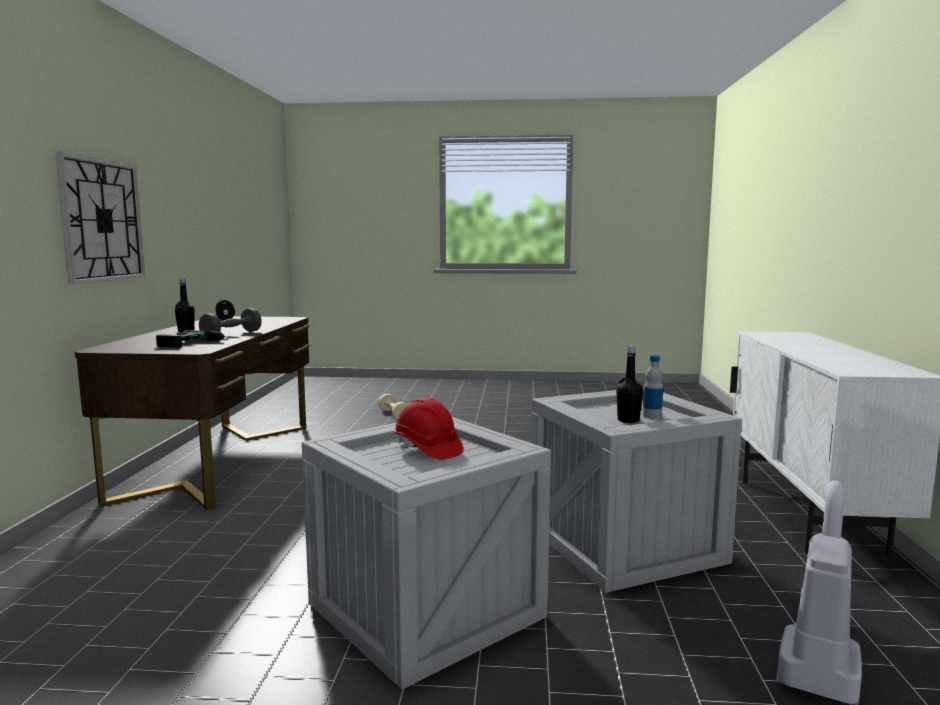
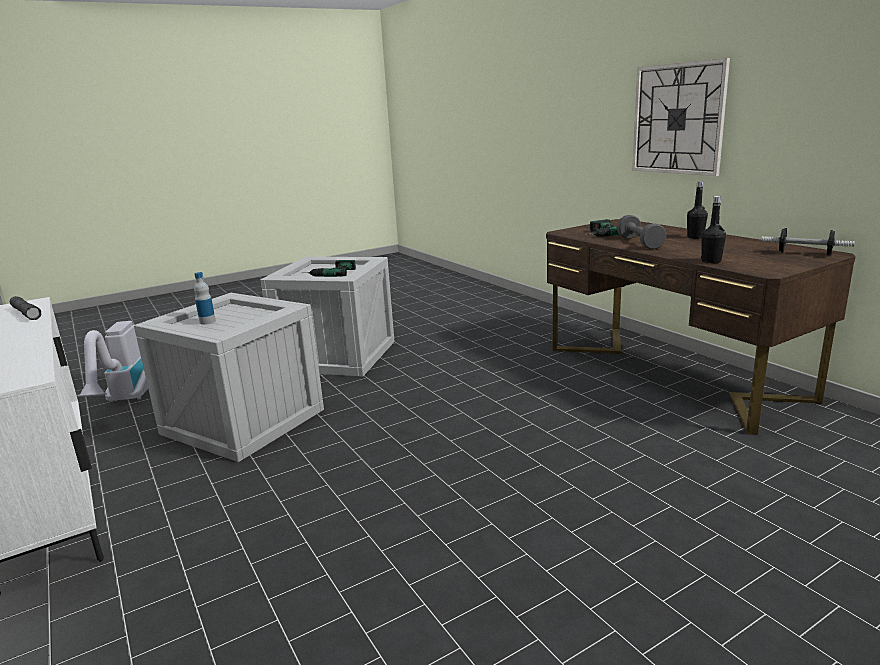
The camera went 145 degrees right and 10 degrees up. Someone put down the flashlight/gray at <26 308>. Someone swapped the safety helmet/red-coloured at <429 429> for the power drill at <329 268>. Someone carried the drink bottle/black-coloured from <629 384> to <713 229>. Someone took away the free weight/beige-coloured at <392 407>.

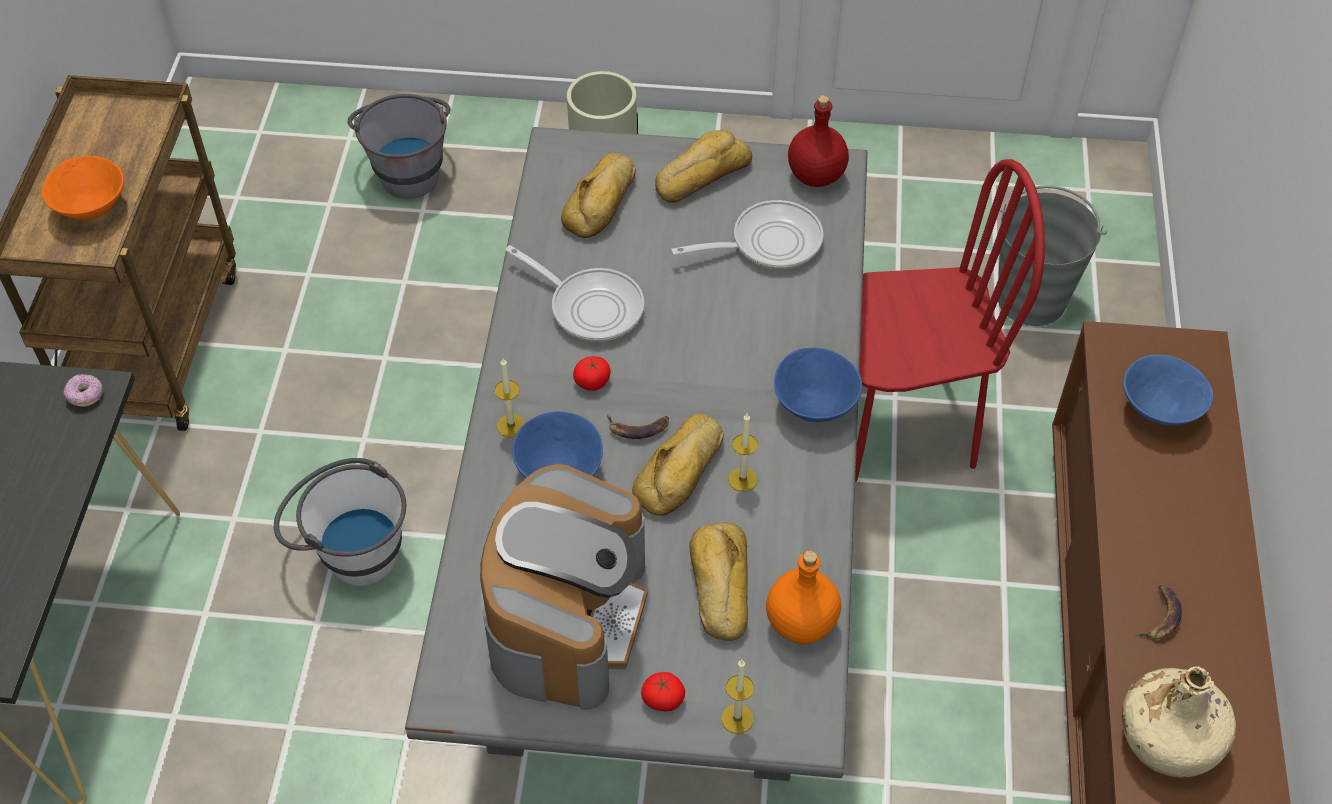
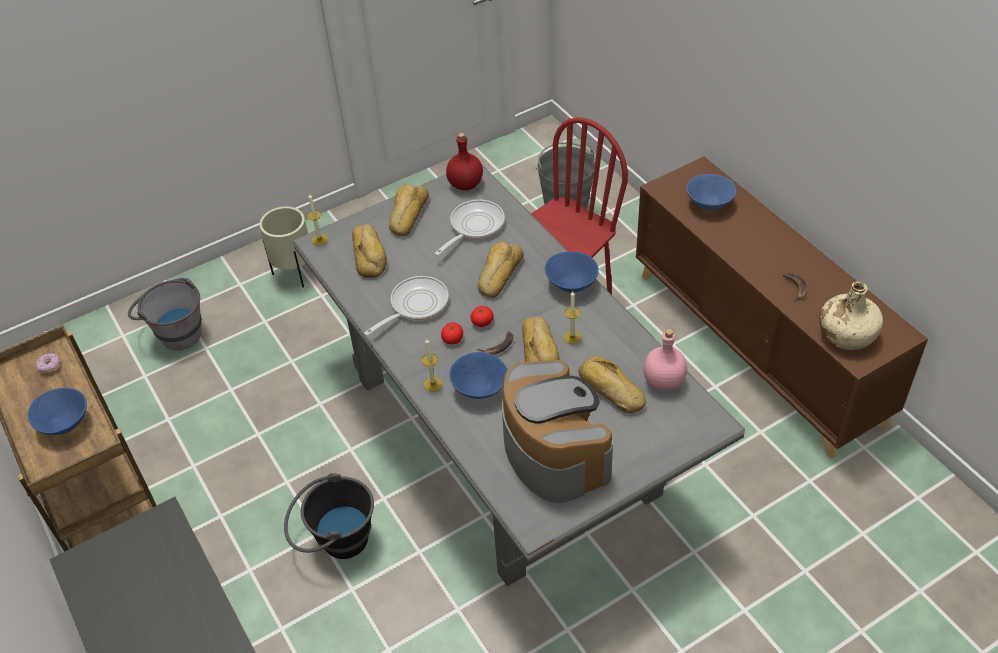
The camera went 35 degrees left and 5 degrees down. Someone repainted the bowl/orangey at <83 188>, which became the bowl/blue-coloured at <57 411>. Someone carried the ring doughnut from <83 390> to <48 363>. Someone repainted the pail/whitish at <340 522>, which became the pail/black-coloured at <329 516>. Someone carried the wax candle from <737 697> to <317 219>. Someone rotated the pan at <574 293> by 45 degrees counterclockwise. Someone carried the tomato from <663 691> to <482 316>. Someone put down the bread at <500 269>. Someone repainted the drink bottle/orangey at <803 597>, which became the drink bottle/pinkish at <665 359>.

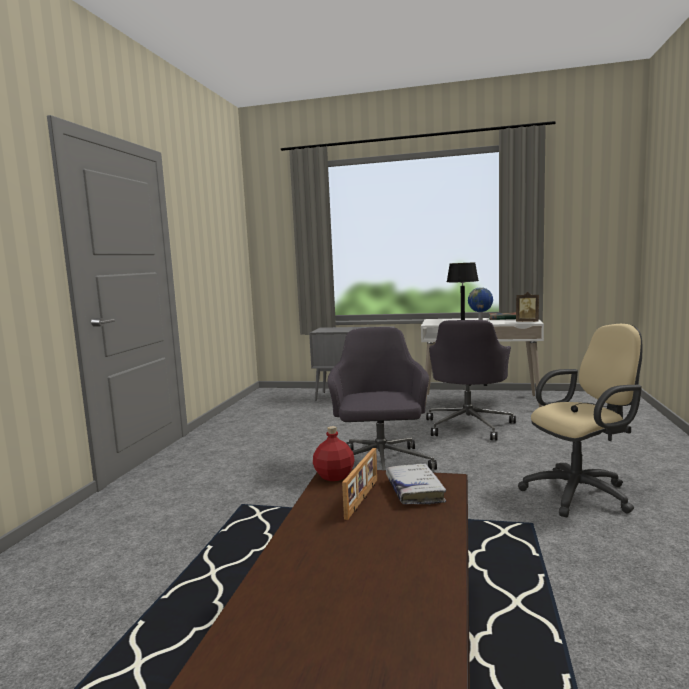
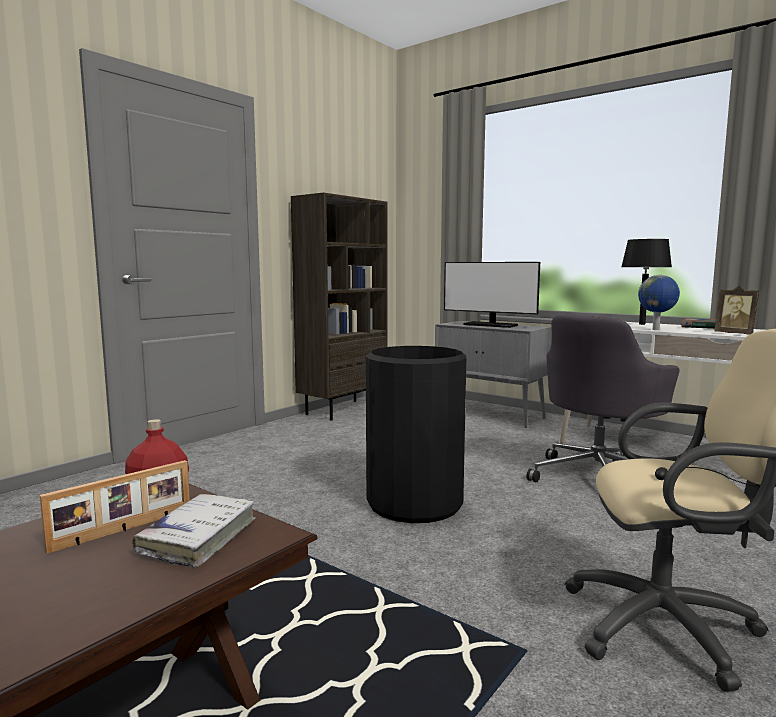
The camera went 25 degrees right and 0 degrees up. Someone put down the shelving unit/brownish at <339 306>. Someone swapped the desk chair/gray at <382 398> for the trash can/black-coloured at <416 434>. Someone put down the computer display at <492 295>.

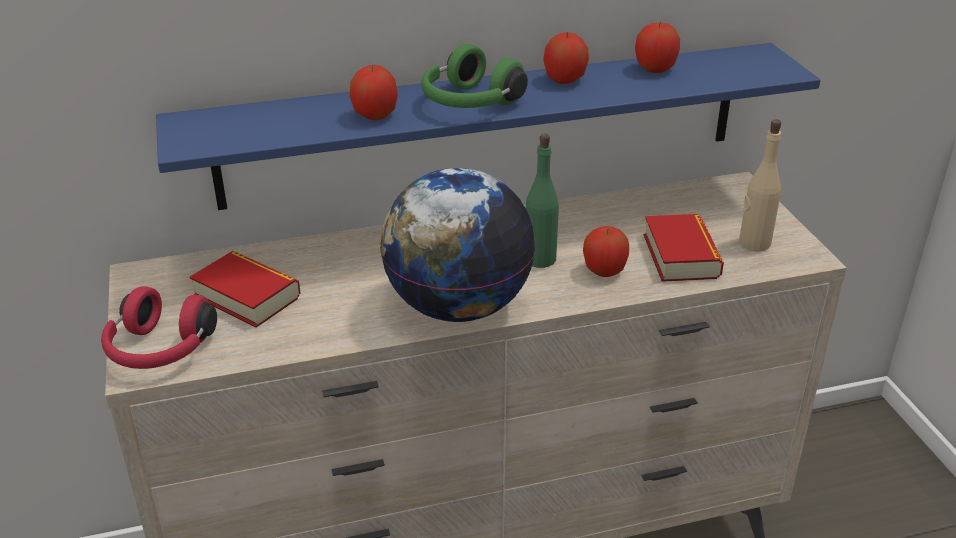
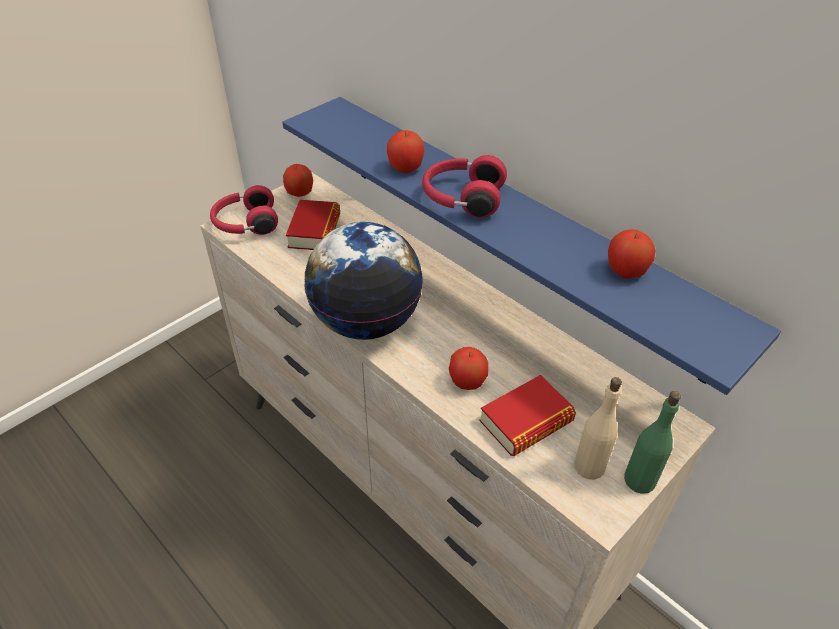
The camera went 60 degrees right and 10 degrees up. Someone carried the whole apple from <566 58> to <298 180>. Someone repainted the headphones/greenish at <474 76>, which became the headphones/red-coloured at <464 186>. Someone carried the drink bottle/greenish from <542 201> to <652 442>.

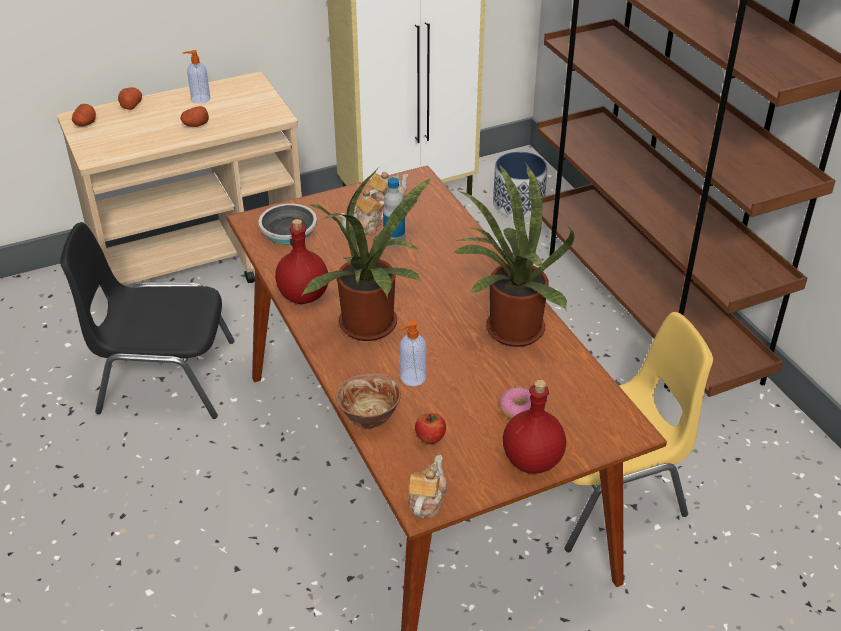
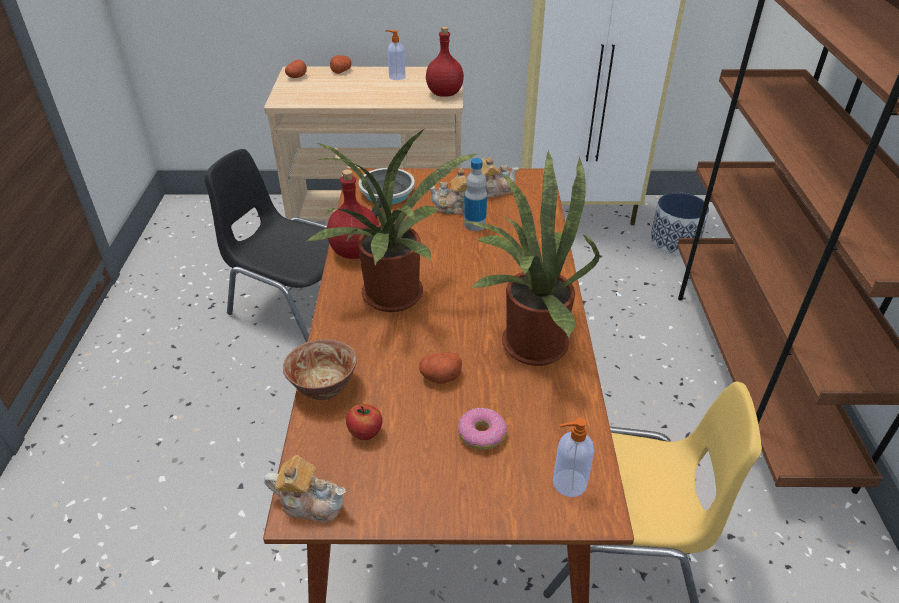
The camera went 25 degrees right and 0 degrees up. Someone rotated the tea pot at <427 487> by 60 degrees clockwise. Someone carried the potato from <194 116> to <440 368>. Someone carried the drink bottle/red-coloured from <534 427> to <445 61>. Someone carried the soap dispenser from <412 353> to <573 457>.

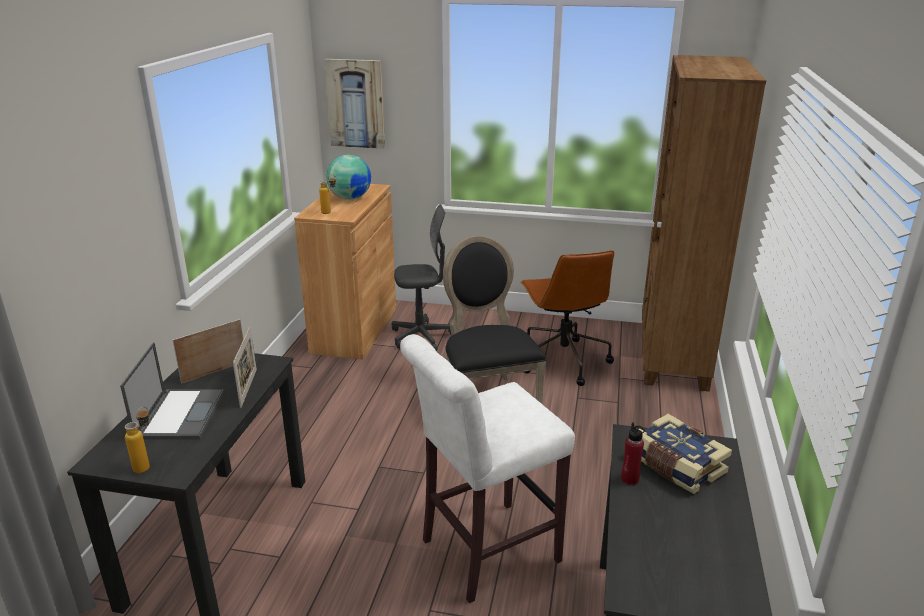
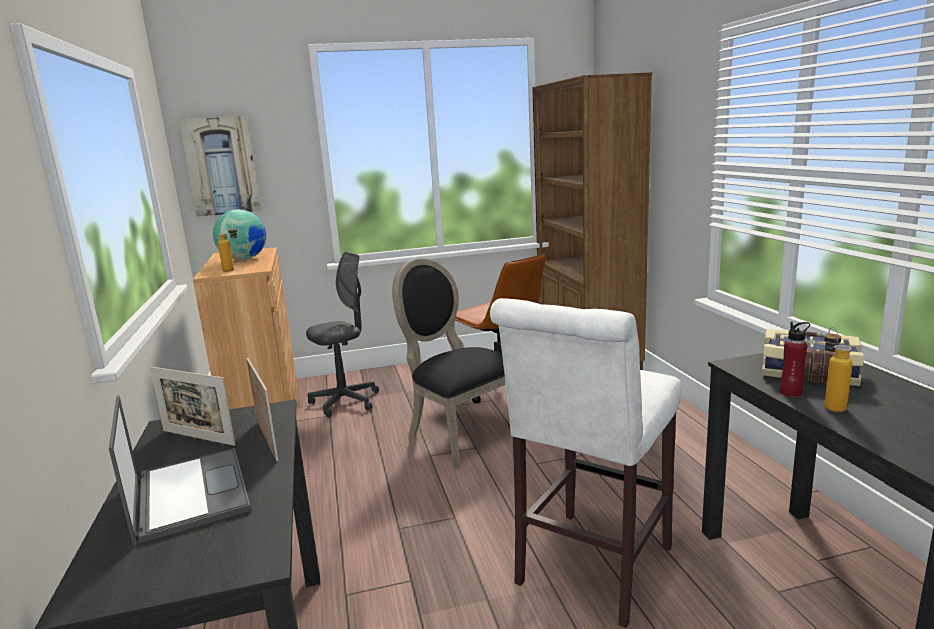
The camera went 25 degrees left and 10 degrees down. Someone rotated the photo frame at <208 351> by 90 degrees counterclockwise. Someone carried the drink bottle from <137 440> to <838 369>.

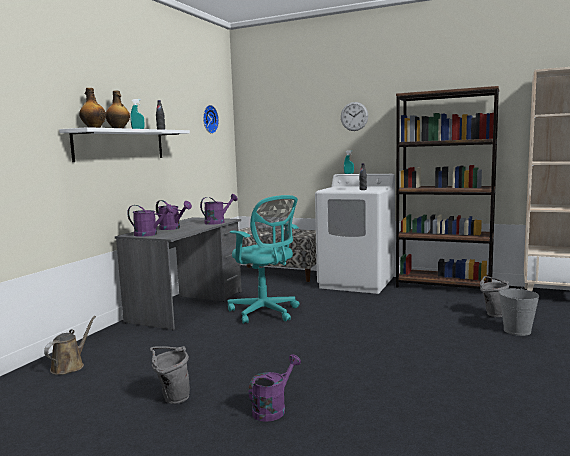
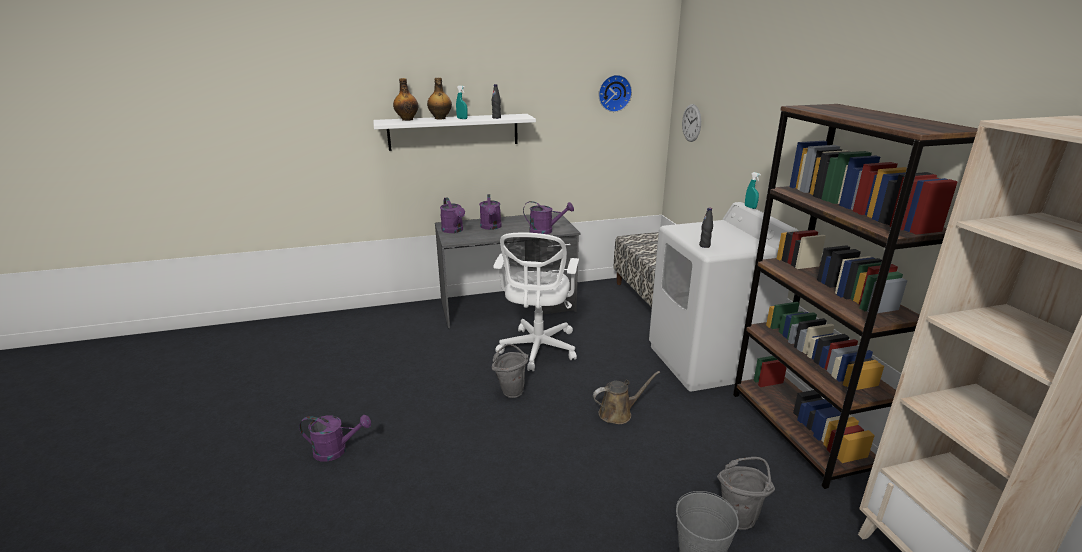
The camera went 50 degrees right and 15 degrees up. Someone carried the pail/gray from <170 375> to <510 371>. Someone repainted the desk chair/blue-green at <263 259>, which became the desk chair/whitish at <536 302>. Someone carried the watering pot/brownish from <70 345> to <626 397>. Someone carried the clock on the wall from <354 116> to <691 123>.

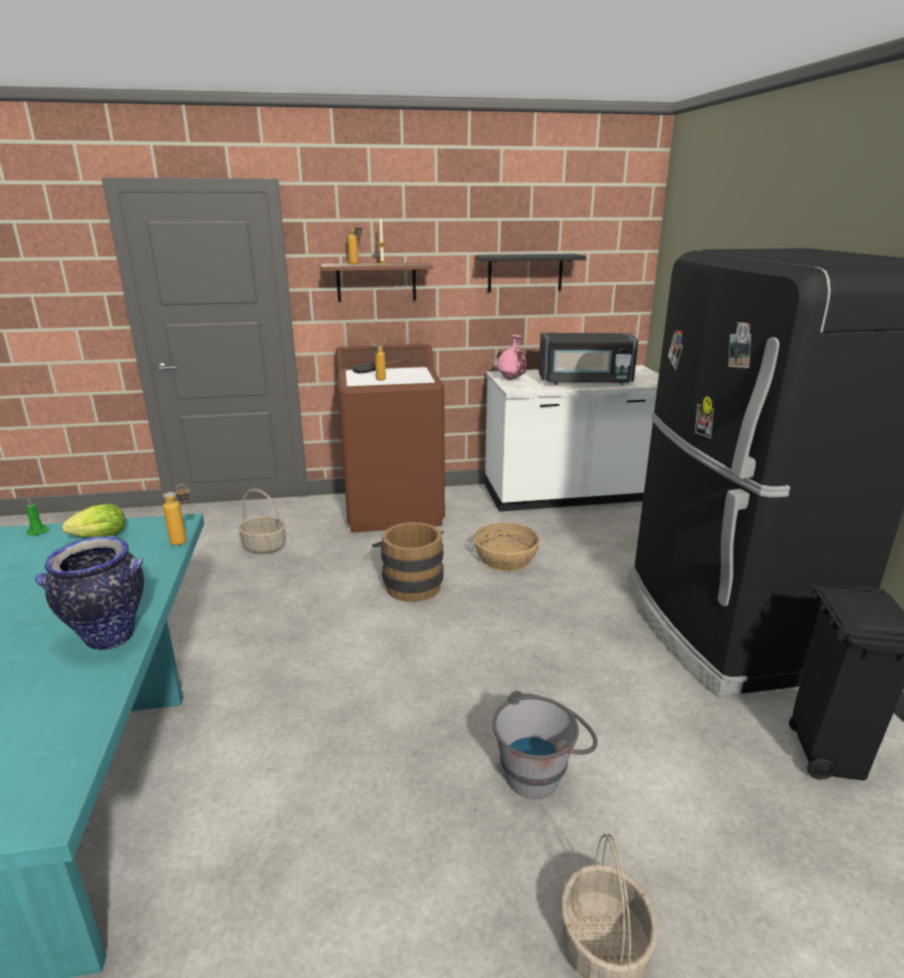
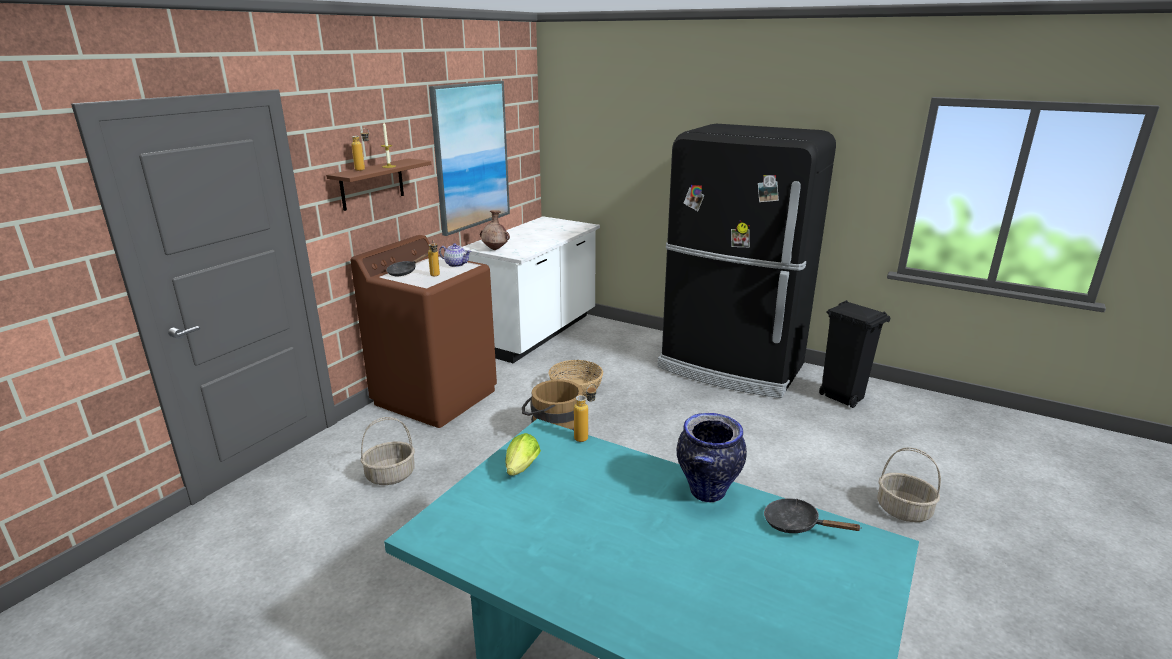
The camera went 50 degrees left and 0 degrees up. Someone swapped the shelf/black-coloured at <530 273> for the wall art at <469 158>. Someone put down the tea pot at <455 255>. Someone repainted the vase/pinkish at <512 357>, which became the vase/brownish at <495 230>. Someone put down the pan/black-coloured at <813 515>. Someone took away the wax candle/greenish at <37 517>. Someone took away the pail/gray at <545 744>. Someone took away the microwave oven/black-coloured at <588 359>.

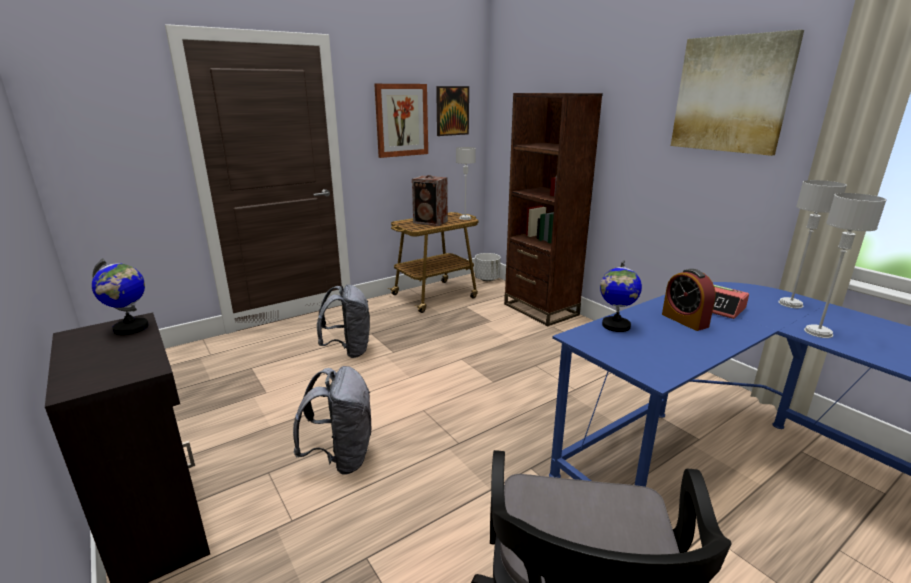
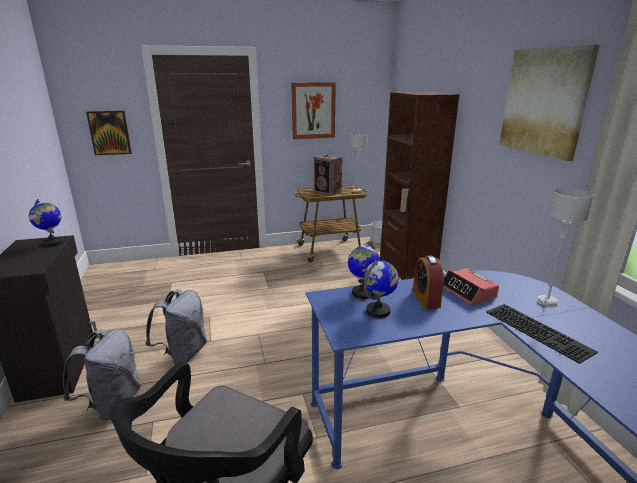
The camera went 20 degrees right and 0 degrees up. Someone carried the backpack/gray from <343 321> to <102 374>. Someone carried the wall art from <452 111> to <109 133>. Someone put down the world globe at <381 289>. Someone swapped the lamp for a table/gray at <845 265> for the computer keyboard at <542 334>.

